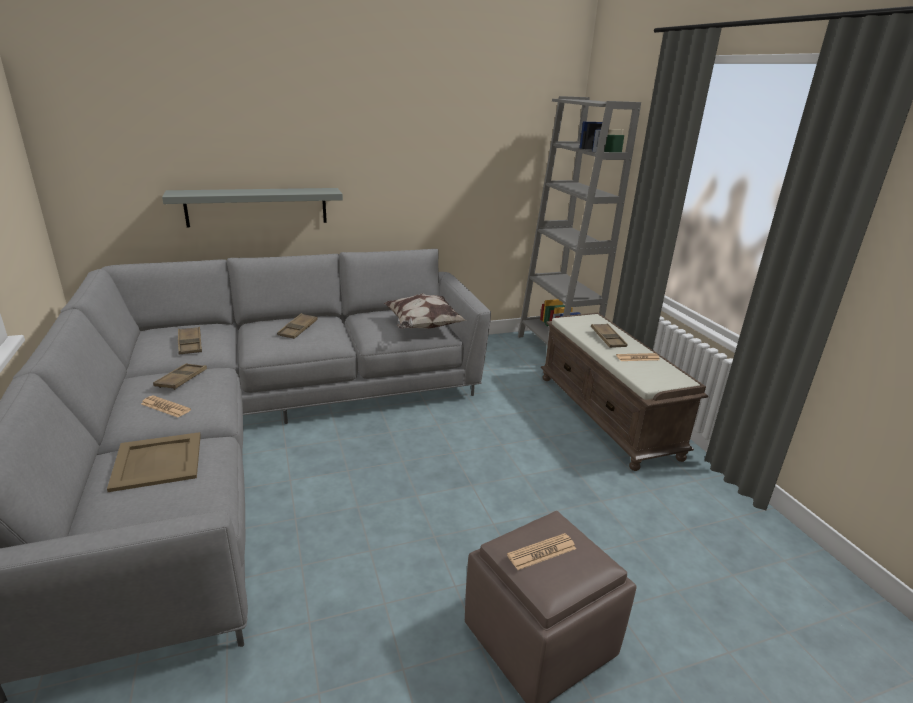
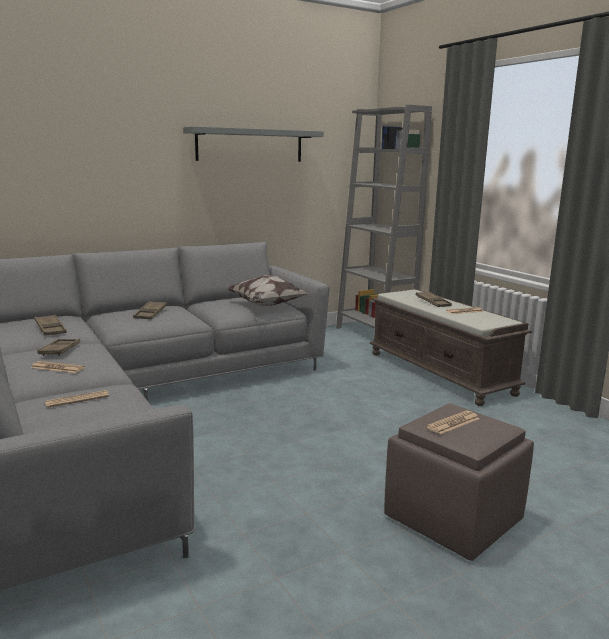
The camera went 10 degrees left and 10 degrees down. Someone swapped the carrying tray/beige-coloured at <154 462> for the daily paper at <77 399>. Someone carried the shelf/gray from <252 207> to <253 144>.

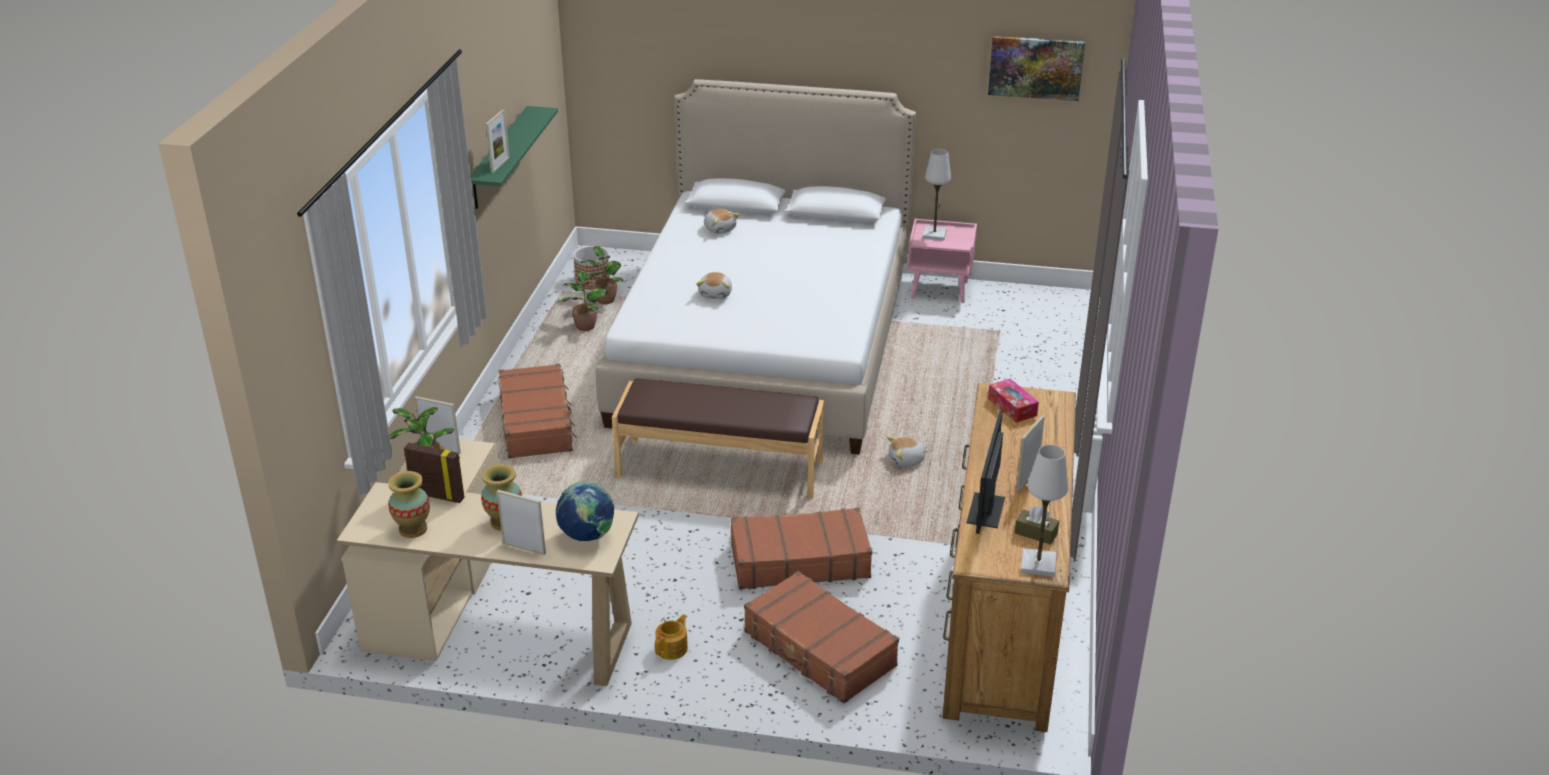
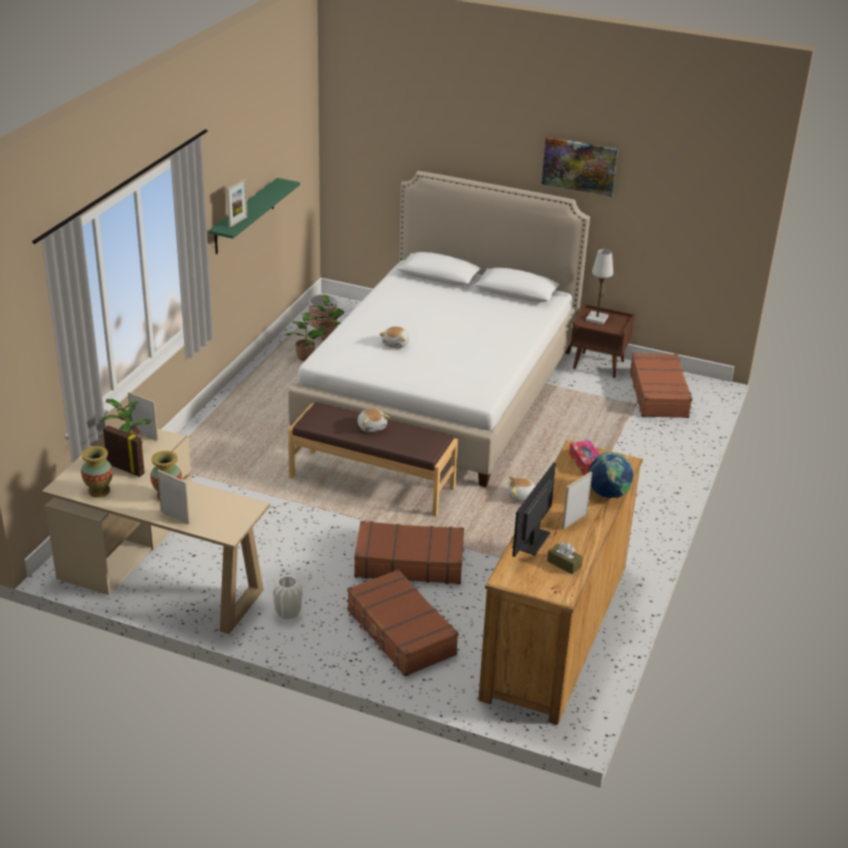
The camera went 10 degrees right and 0 degrees up. Someone swapped the tea pot at <671 637> for the vase/whitish at <287 598>. Someone carried the cuddly toy from <722 221> to <374 420>. Someone carried the wall art from <1036 68> to <580 167>. Someone repainted the nightstand/pinkish at <942 261>, which became the nightstand/brownish at <603 341>. Someone carried the world globe from <585 511> to <611 475>. Someone carried the suitcase/brownish from <538 411> to <661 385>. Someone took away the lamp for a table/whitish at <1044 511>.

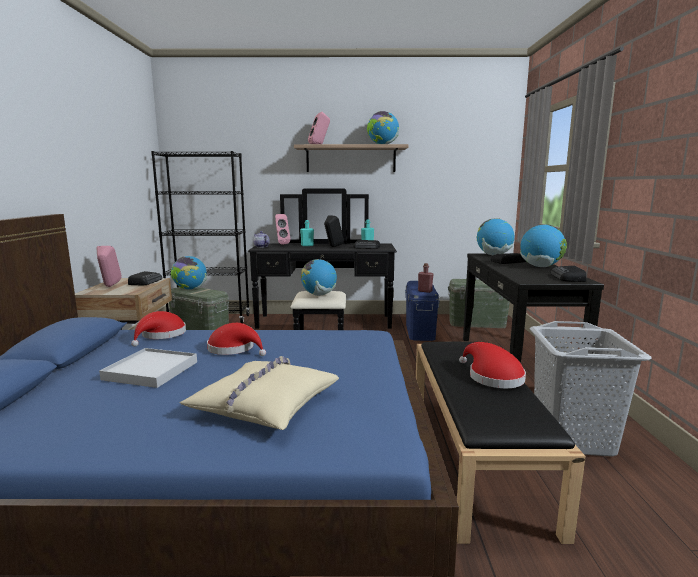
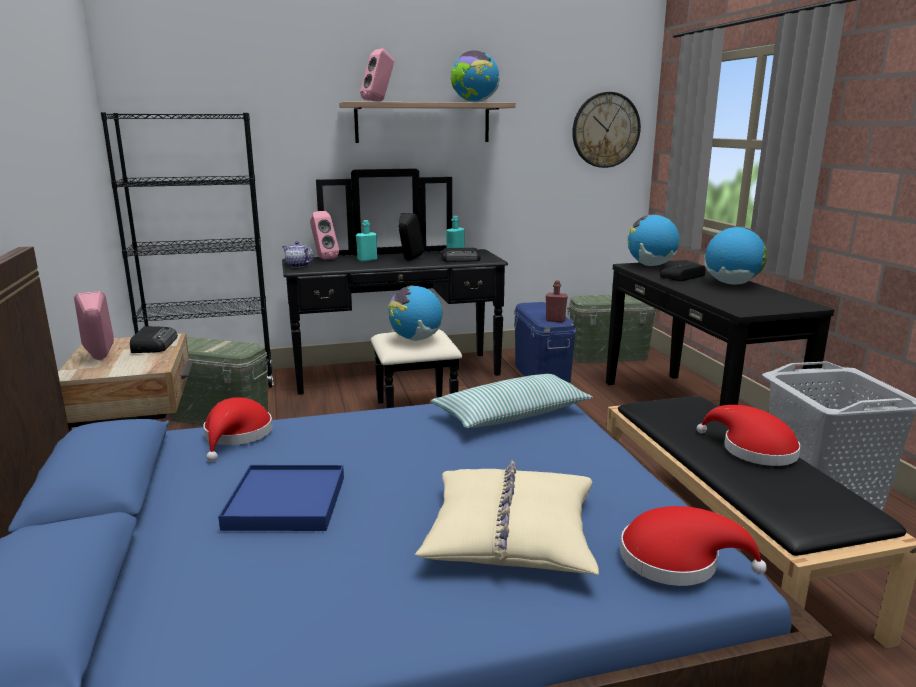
The camera went 15 degrees left and 5 degrees up. Someone repainted the carrying tray/whitish at <148 368>, which became the carrying tray/blue-coloured at <281 498>. Someone put down the pillow at <512 401>. Someone put up the clock on the wall at <606 130>. Someone carried the clothing hat/red-coloured from <236 339> to <693 546>. Someone took away the world globe at <189 273>. Someone took away the radio set at <568 274>.

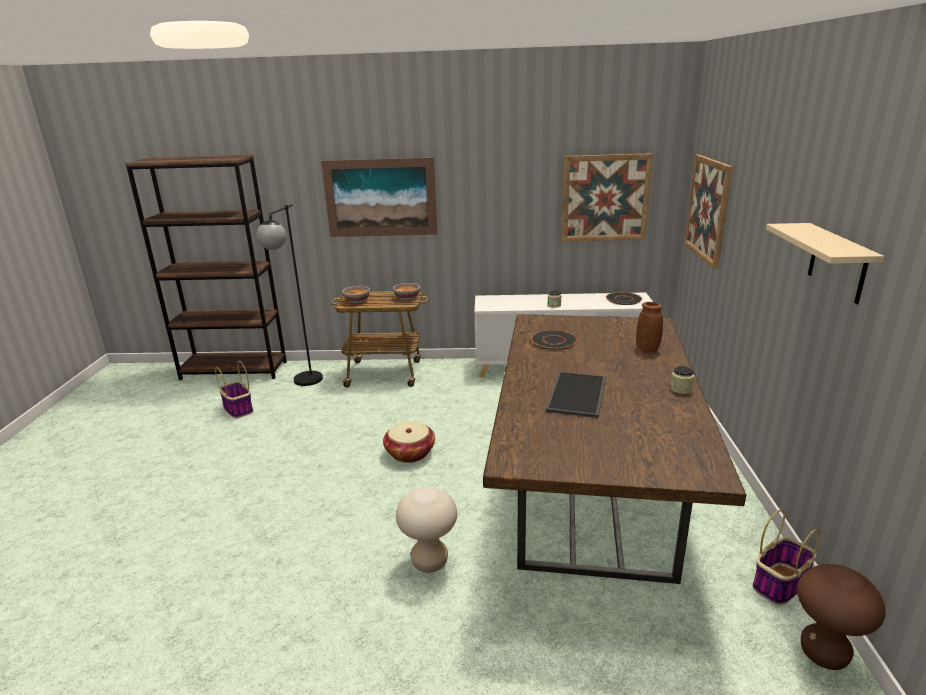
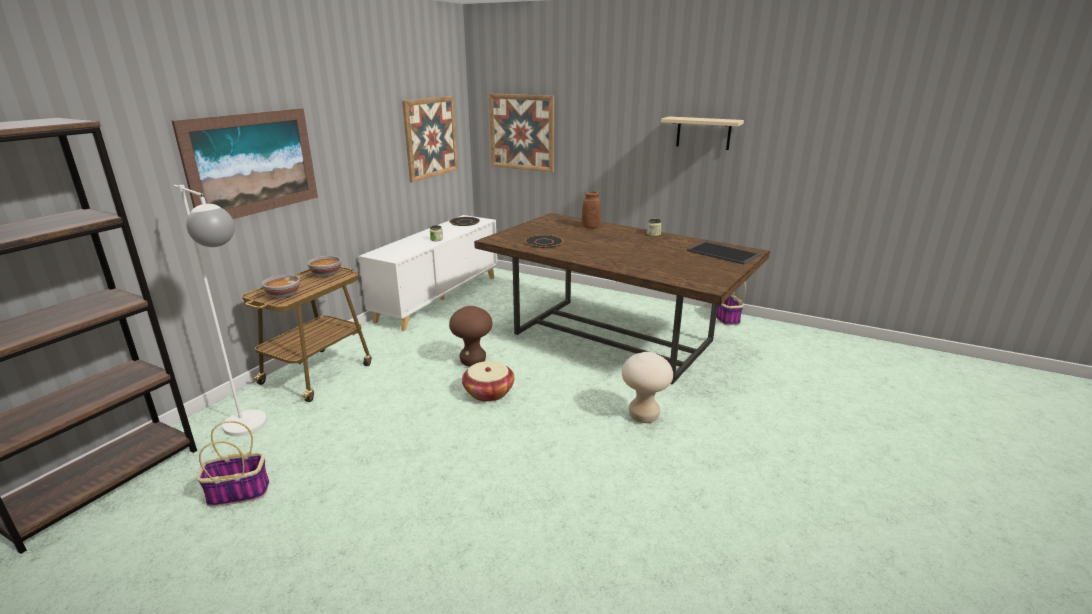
The camera went 65 degrees left and 0 degrees up. Someone repainted the standing lamp/black-coloured at <289 295>, which became the standing lamp/whitish at <220 310>. Someone carried the sitting stool/brownish from <841 617> to <471 336>. Someone carried the carrying tray from <576 394> to <723 253>.

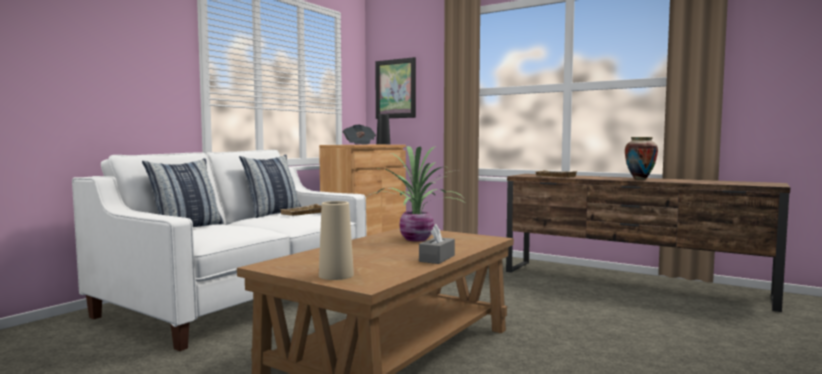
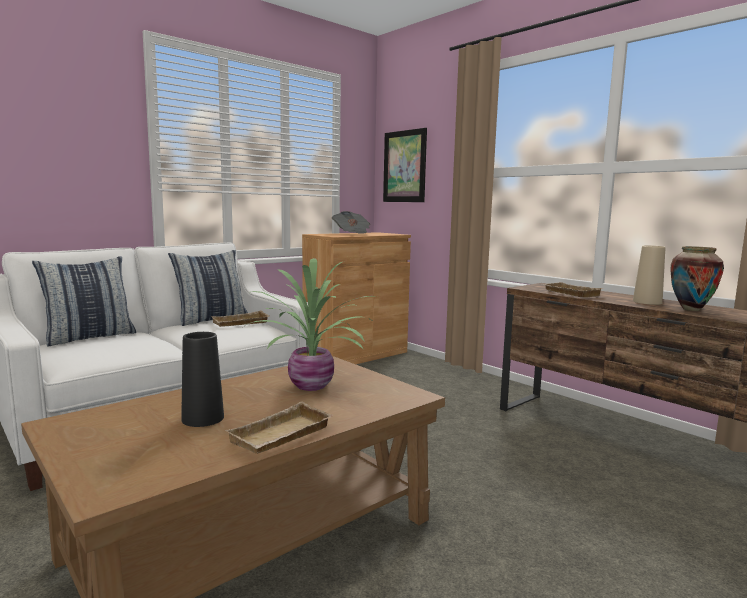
The camera went 15 degrees right and 5 degrees up. Someone carried the vase/black-coloured from <383 129> to <202 379>. Someone swapped the box of tissues/gray at <437 244> for the carrying tray/beige-coloured at <279 427>. Someone carried the vase/beige-coloured from <336 240> to <649 275>.

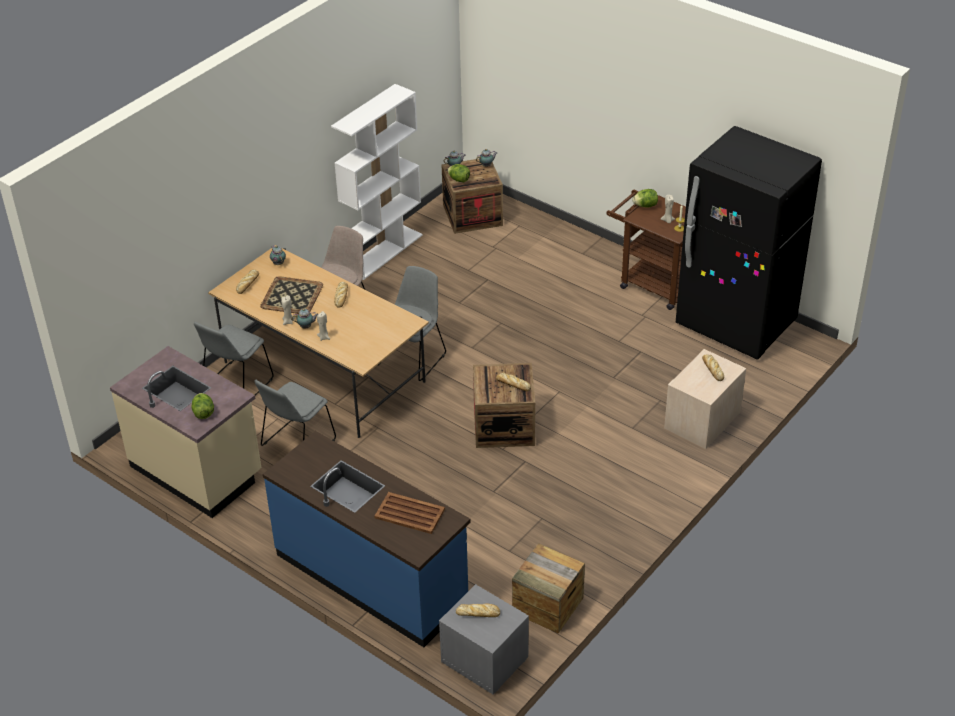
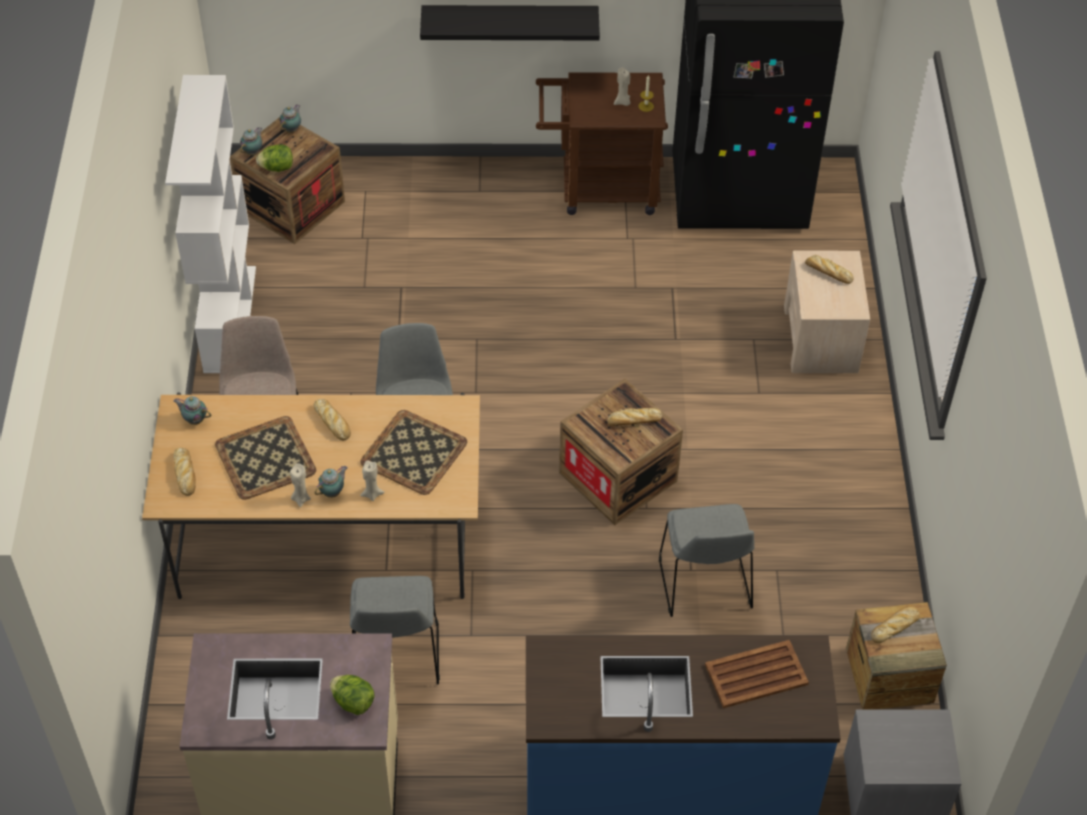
The camera went 40 degrees left and 10 degrees up. Someone put down the carrying tray at <414 452>. Someone put up the shelf/black-coloured at <510 22>. Someone carried the chair/gray from <233 359> to <707 560>. Someone carried the bread from <478 610> to <895 624>. Someone took away the head of lettuce at <645 198>.

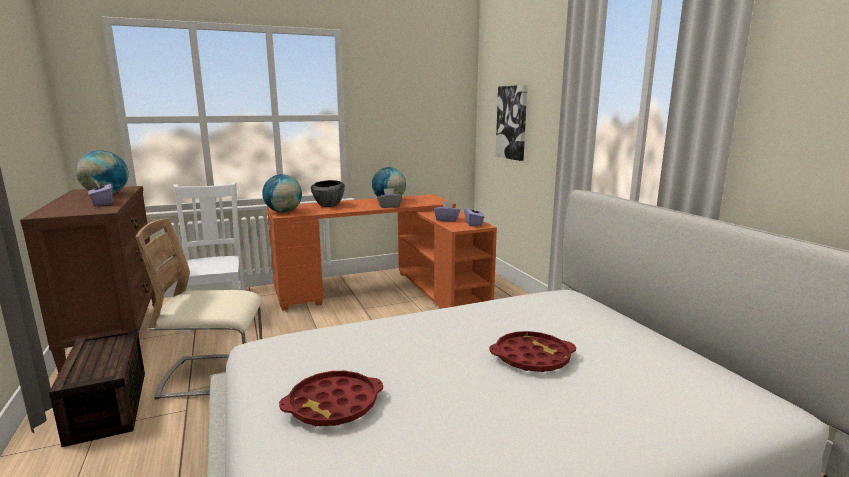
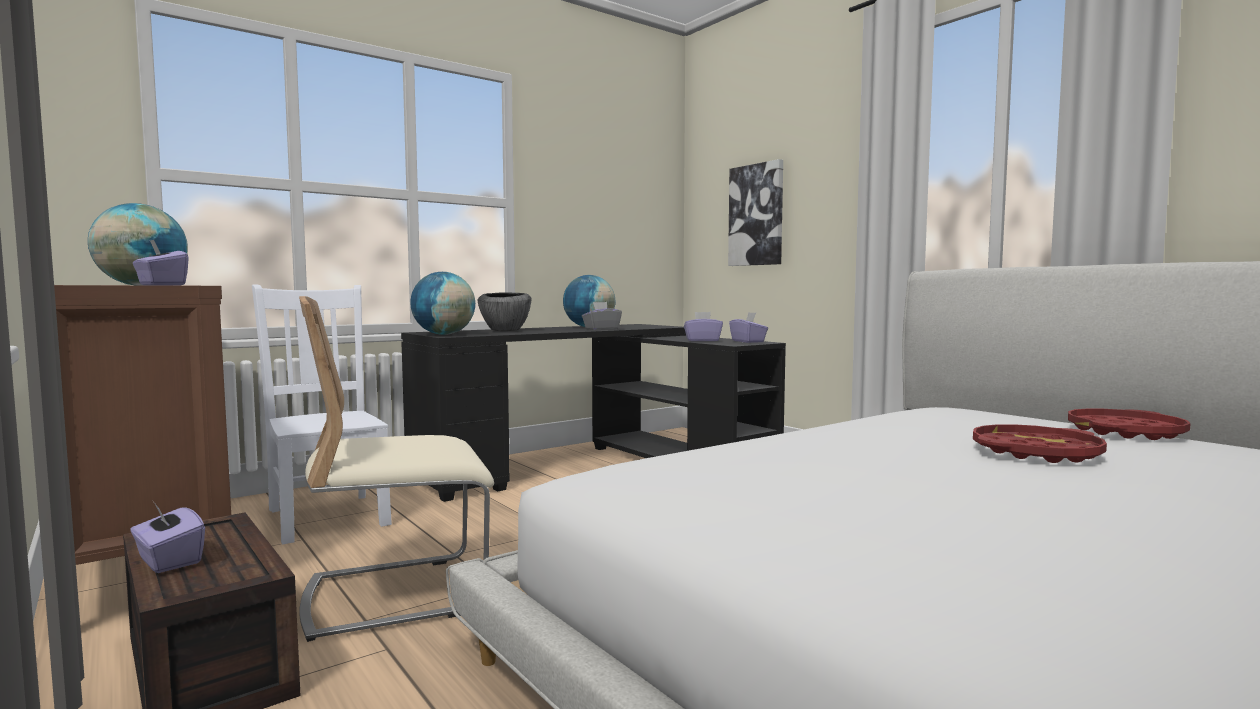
The camera went 15 degrees left and 10 degrees down. Someone put down the box of tissues/purple at <167 537>. Someone repainted the desk unit/orangey at <382 252>, which became the desk unit/black-coloured at <593 413>. Someone carried the carrying tray/red-coloured from <331 398> to <1129 424>.

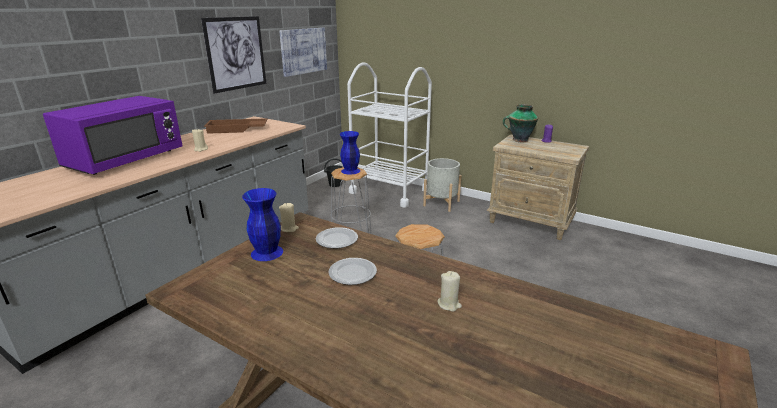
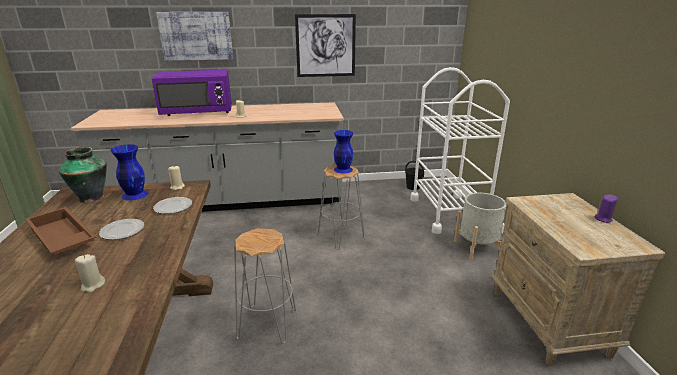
The camera went 50 degrees right and 0 degrees up. Someone carried the carrying tray/brownish from <236 126> to <61 231>. Someone carried the vase from <520 123> to <83 175>. Someone carried the wall art from <303 52> to <194 36>.

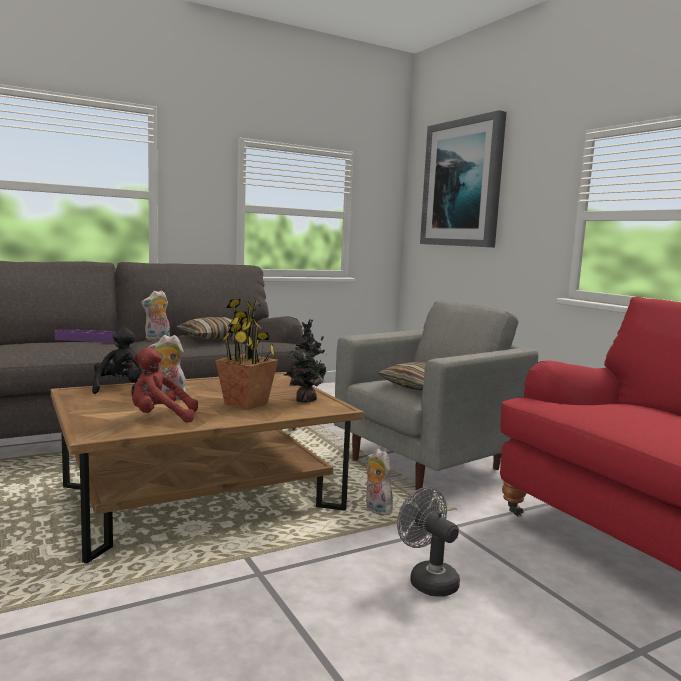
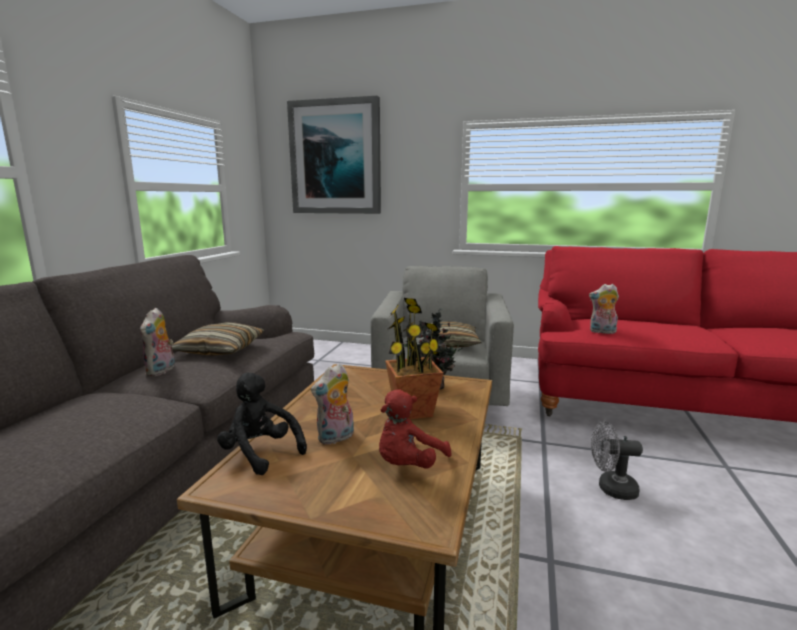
The camera went 45 degrees left and 5 degrees up. Someone carried the cuddly toy from <379 482> to <604 309>. Someone took away the carrying tray/purple at <85 336>.

